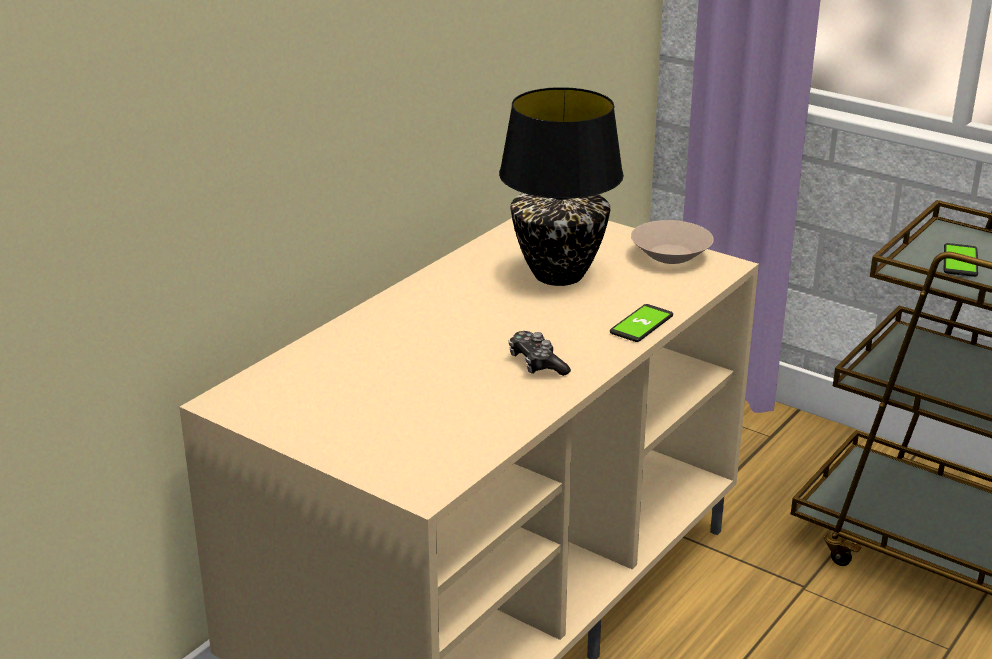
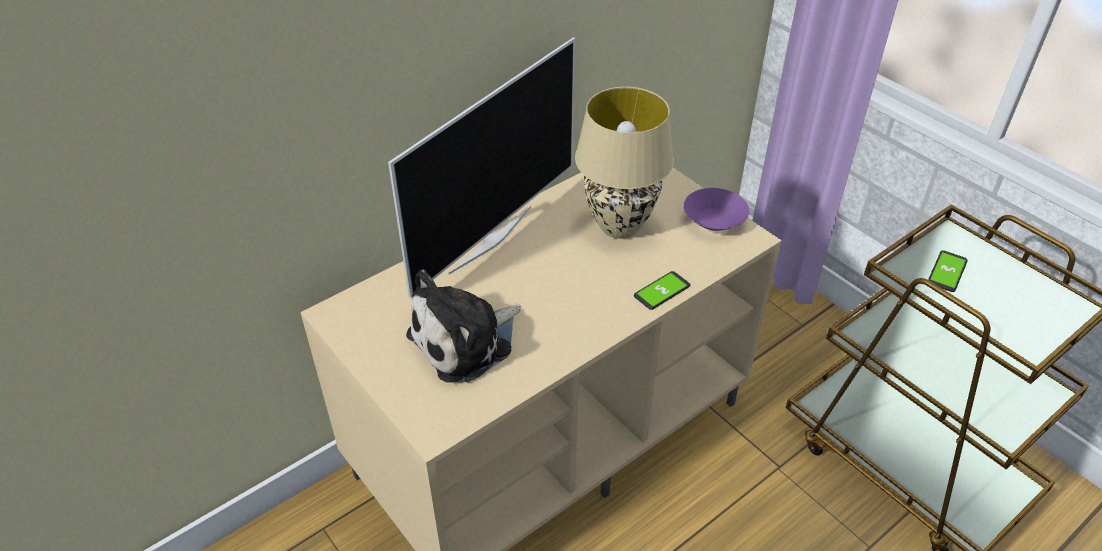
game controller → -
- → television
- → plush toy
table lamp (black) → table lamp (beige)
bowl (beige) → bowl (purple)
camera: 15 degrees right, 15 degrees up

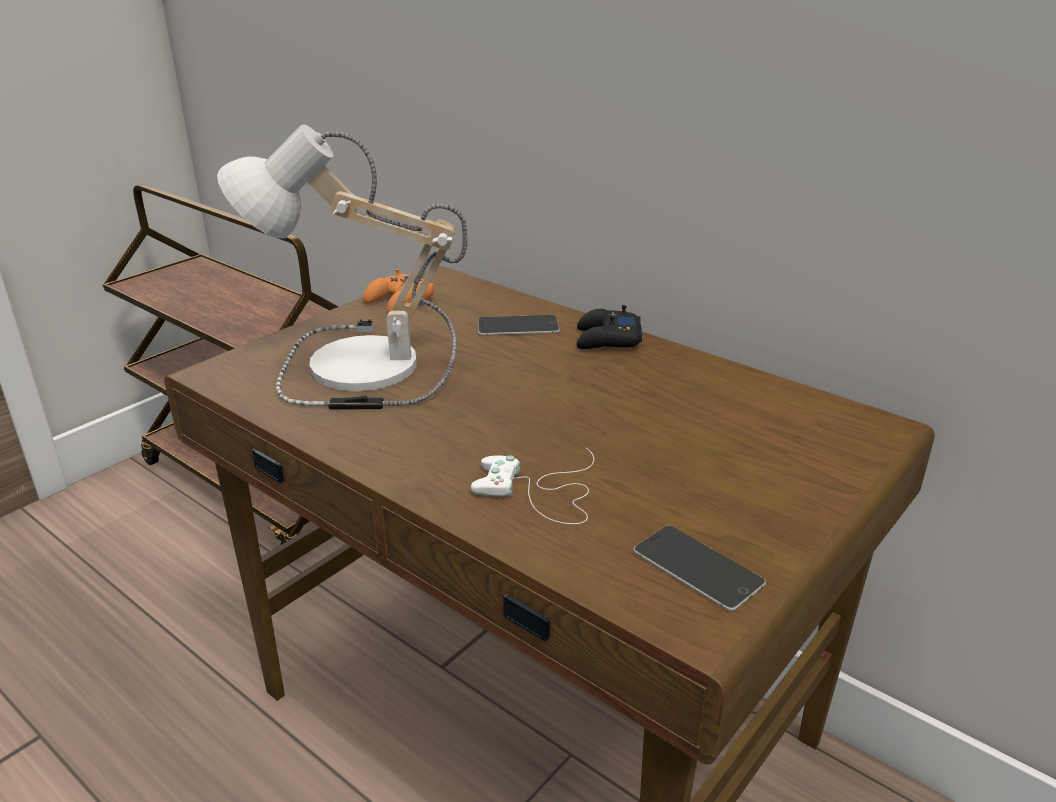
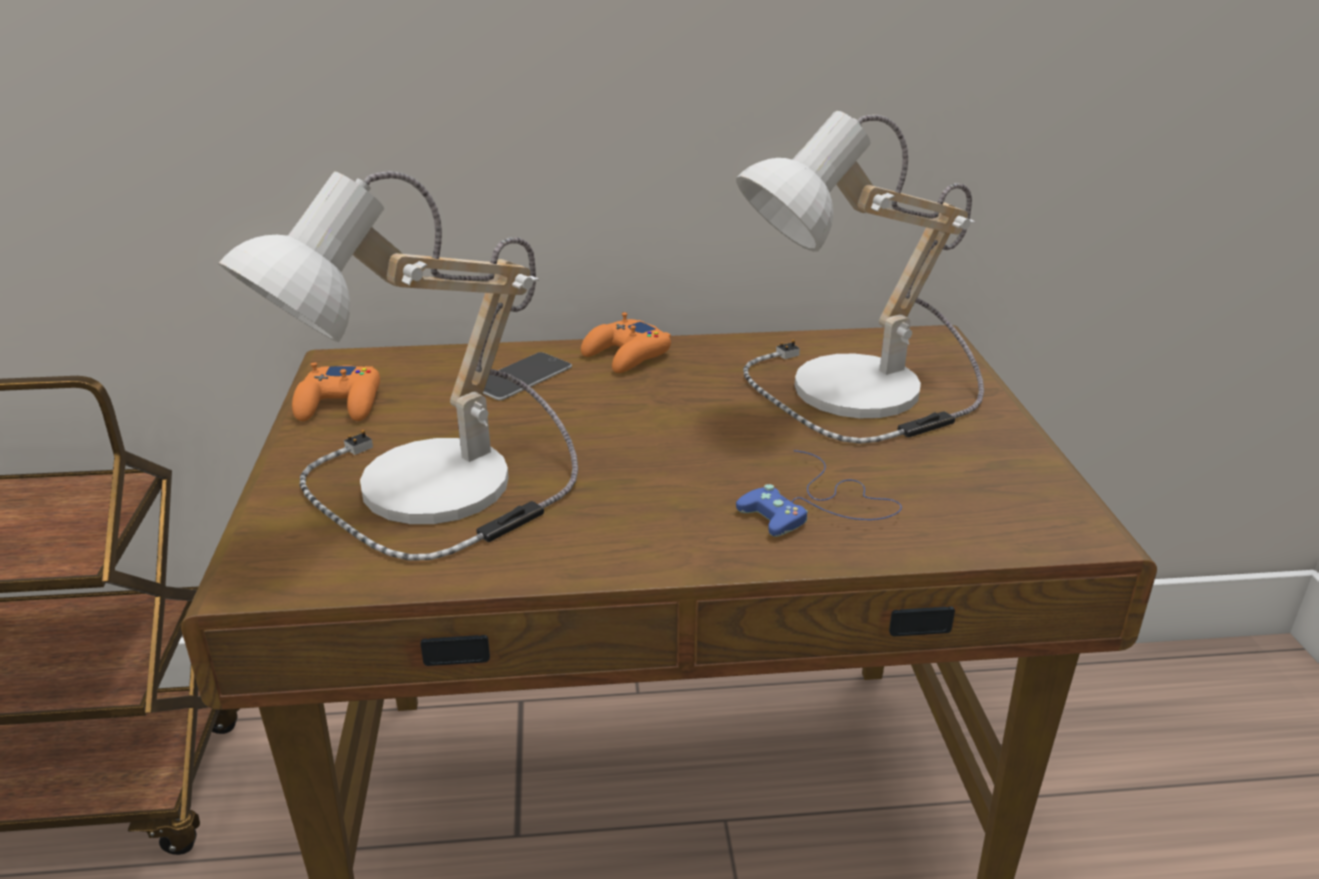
phone (no. 2 from left) → -
- → table lamp (no. 2 from left)
game controller (white) → game controller (blue)
game controller (black) → game controller (orange) (no. 2 from left)
camera: 45 degrees left, 0 degrees up

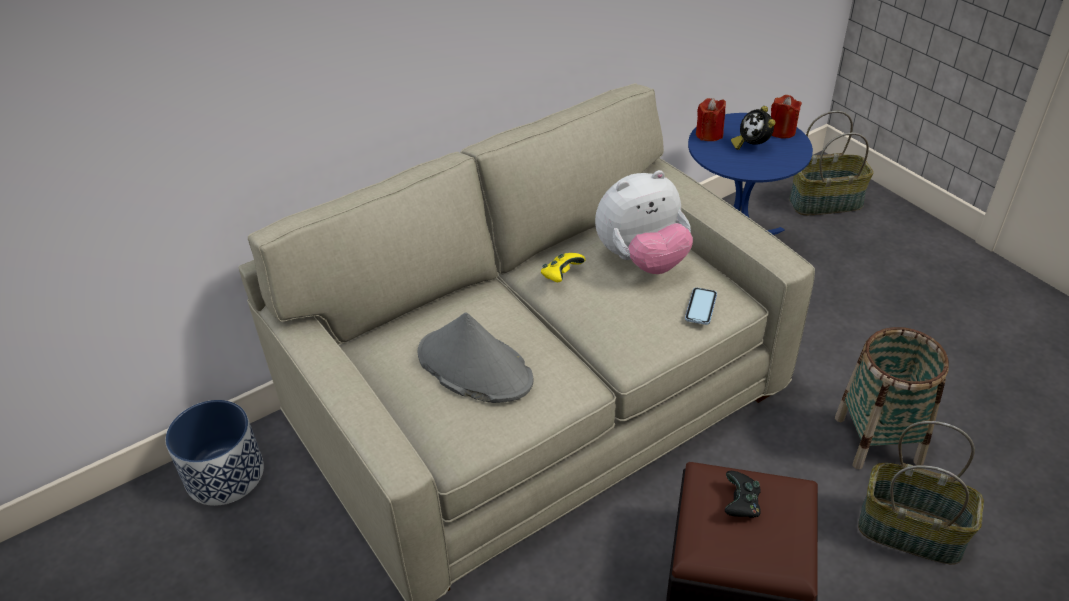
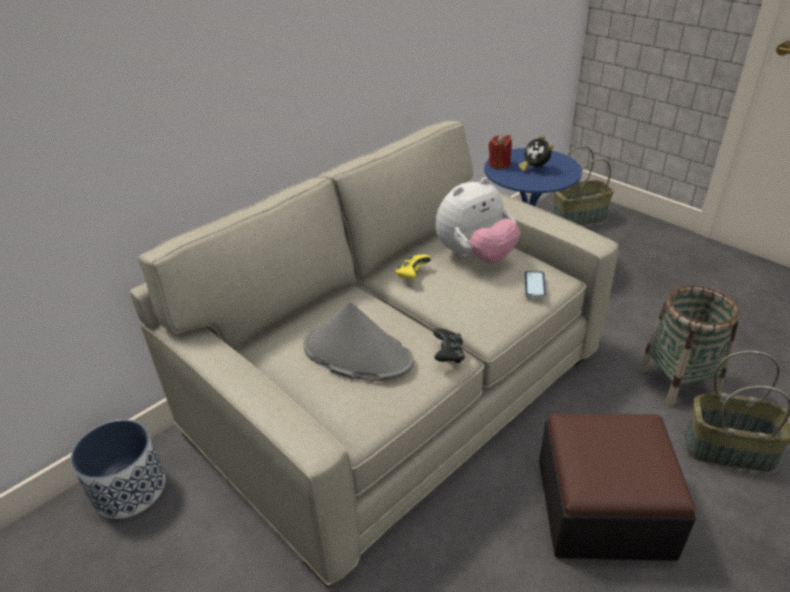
candle (red) (no. 2 from left) → -
game controller (black), relocated
camera: 10 degrees left, 5 degrees down

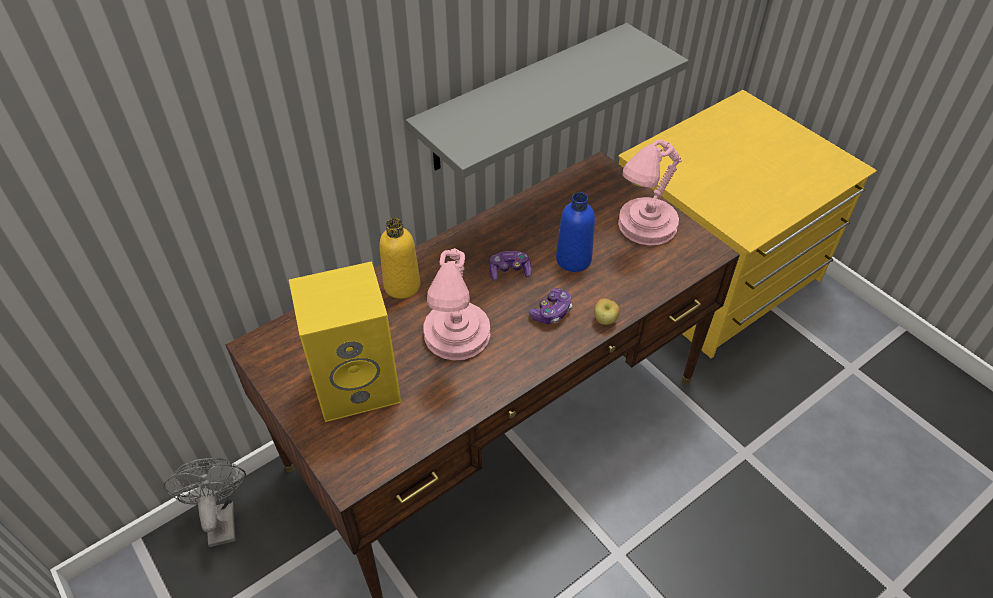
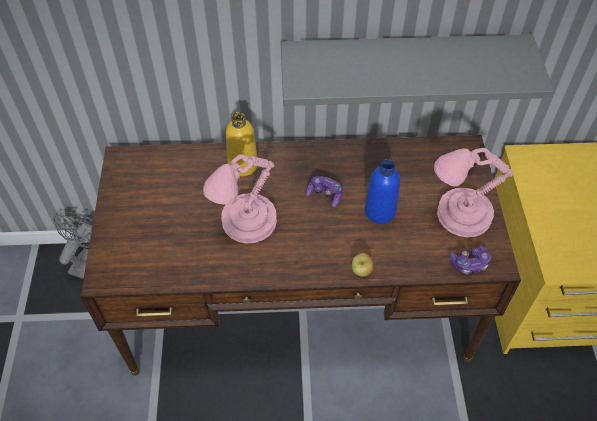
speaker (yellow) → -
game controller (no. 2 from left), relocated
camera: 35 degrees right, 5 degrees up

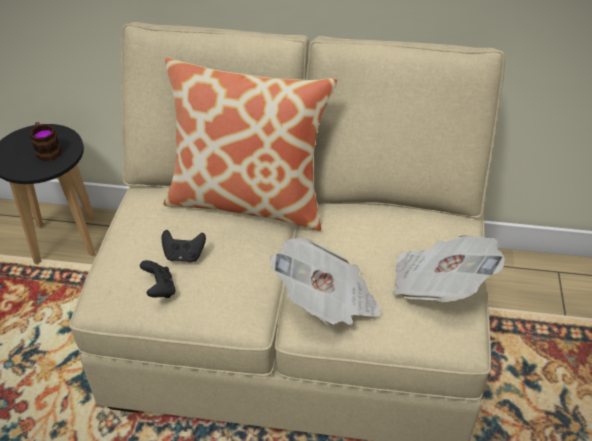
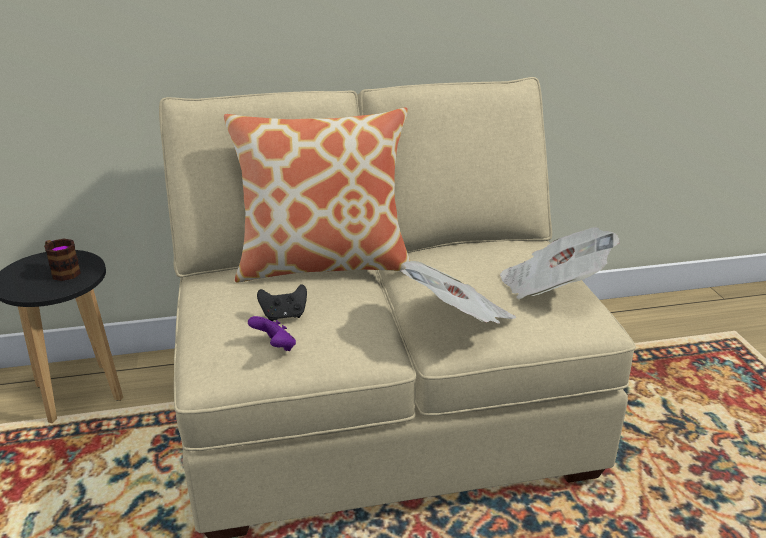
game controller (black) (no. 1 from left) → game controller (purple)
camera: 20 degrees left, 15 degrees down

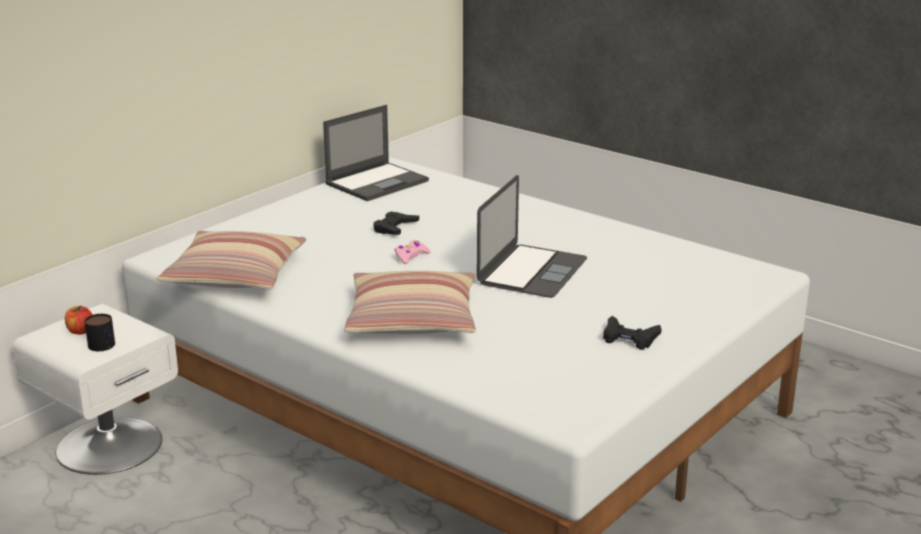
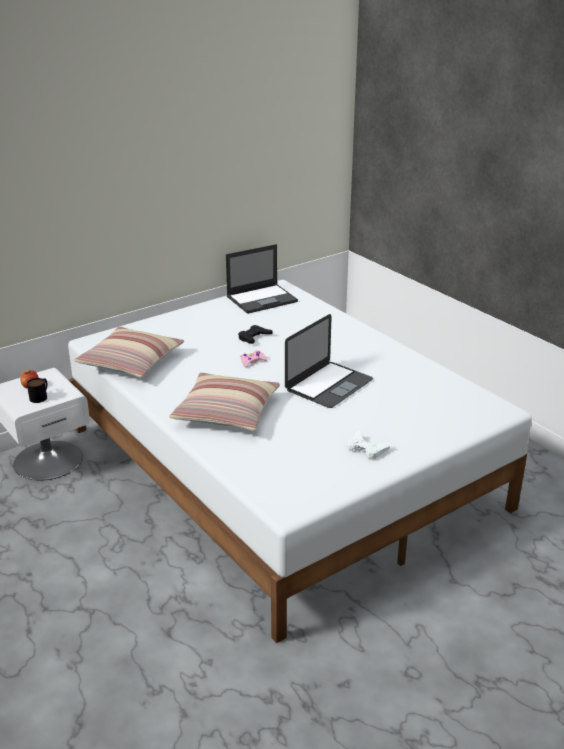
game controller (black) (no. 2 from left) → game controller (white)
camera: 15 degrees right, 5 degrees up

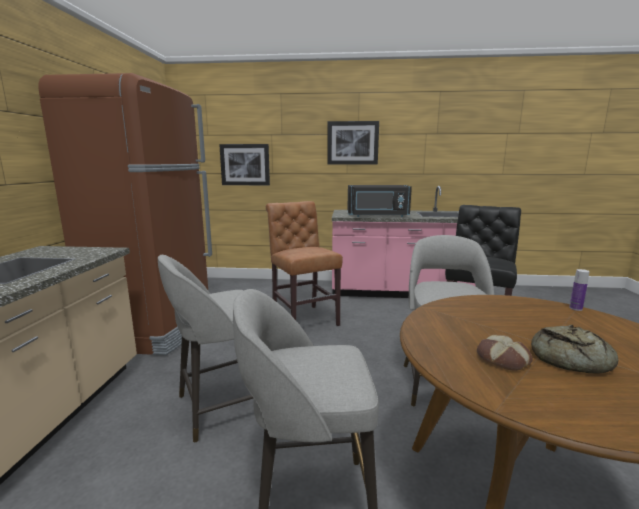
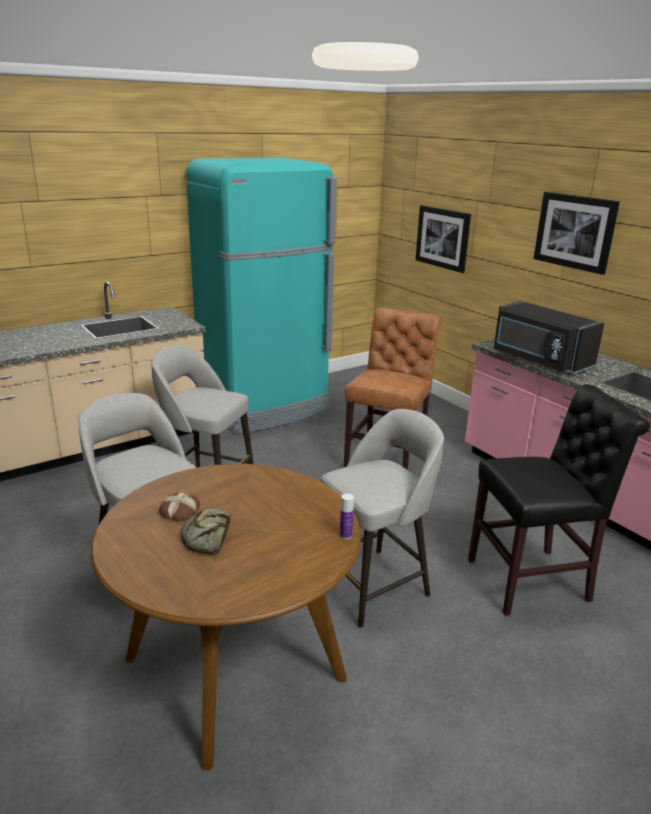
fridge (brown) → fridge (turquoise)
camera: 50 degrees right, 10 degrees up

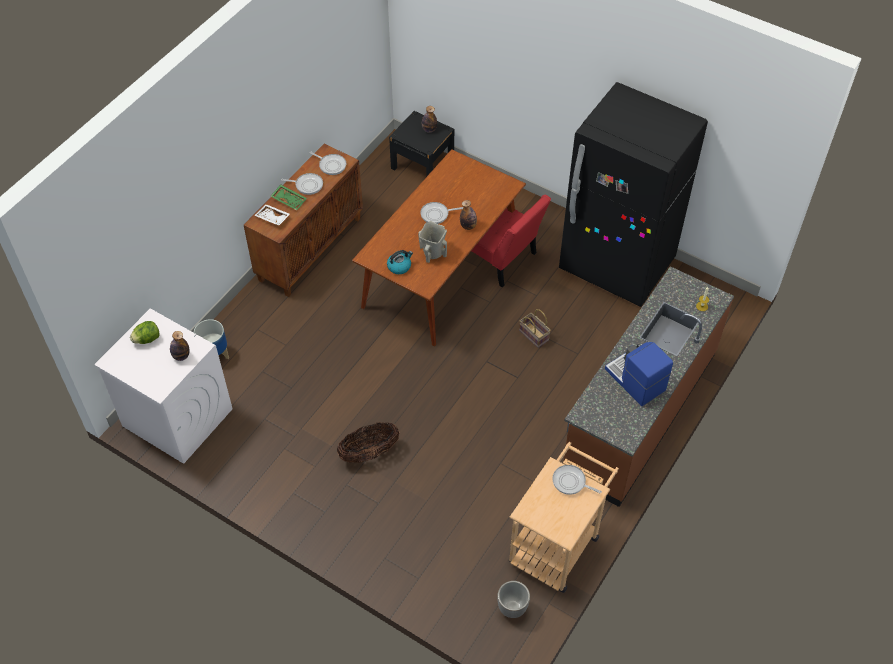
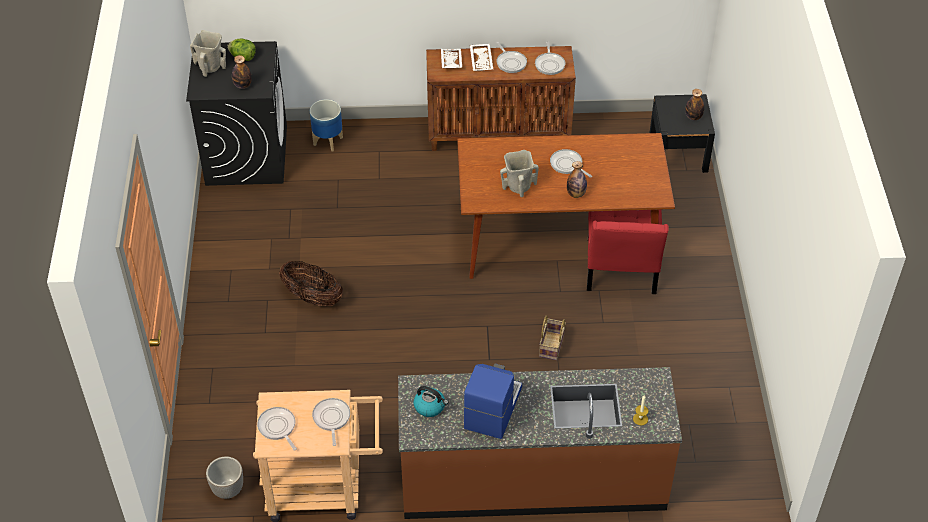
fridge (black) → -
- → vase (beige) (no. 1 from left)
- → frying pan (no. 1 from left)
kettle, relocated
washing machine (white) → washing machine (black)
tray (green) → tray (white) (no. 2 from left)
camera: 55 degrees right, 5 degrees down

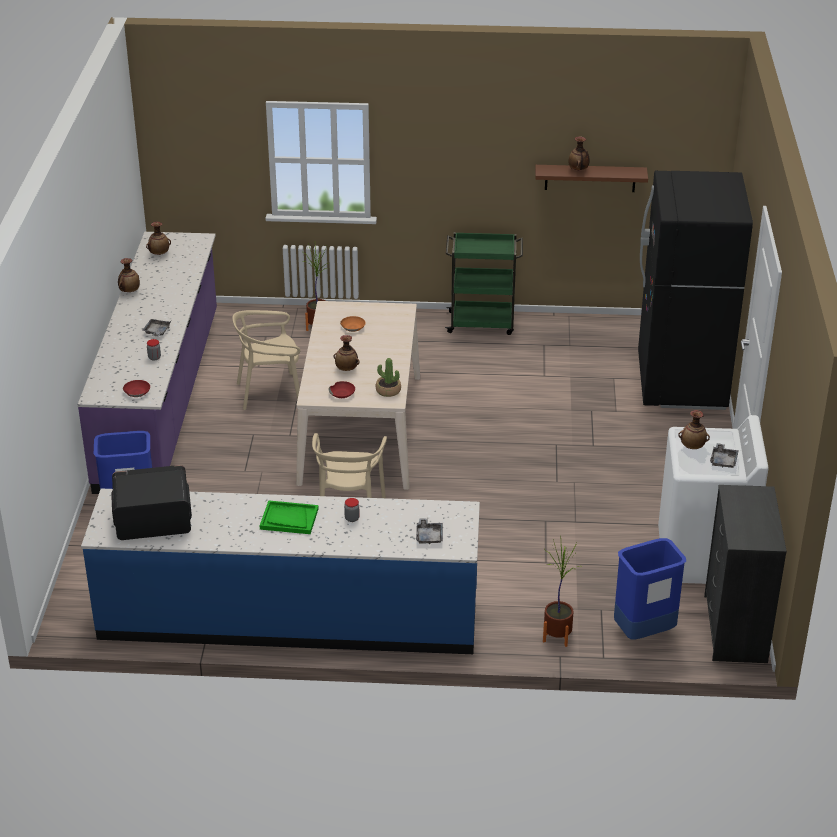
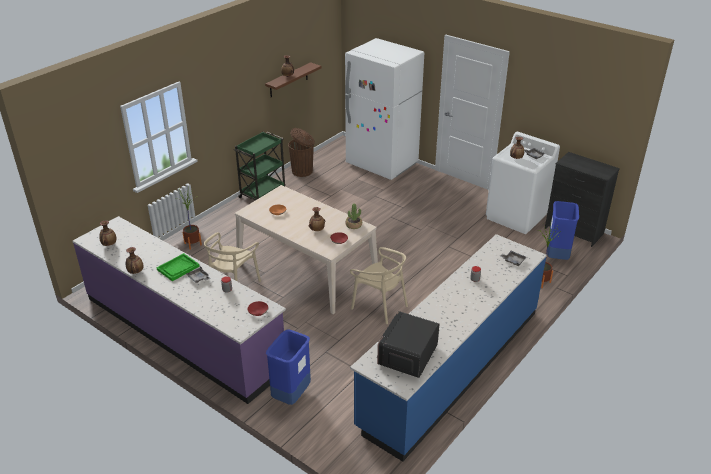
- → trash can (brown)
tray (green), relocated
fridge (black) → fridge (white)
camera: 55 degrees left, 0 degrees up

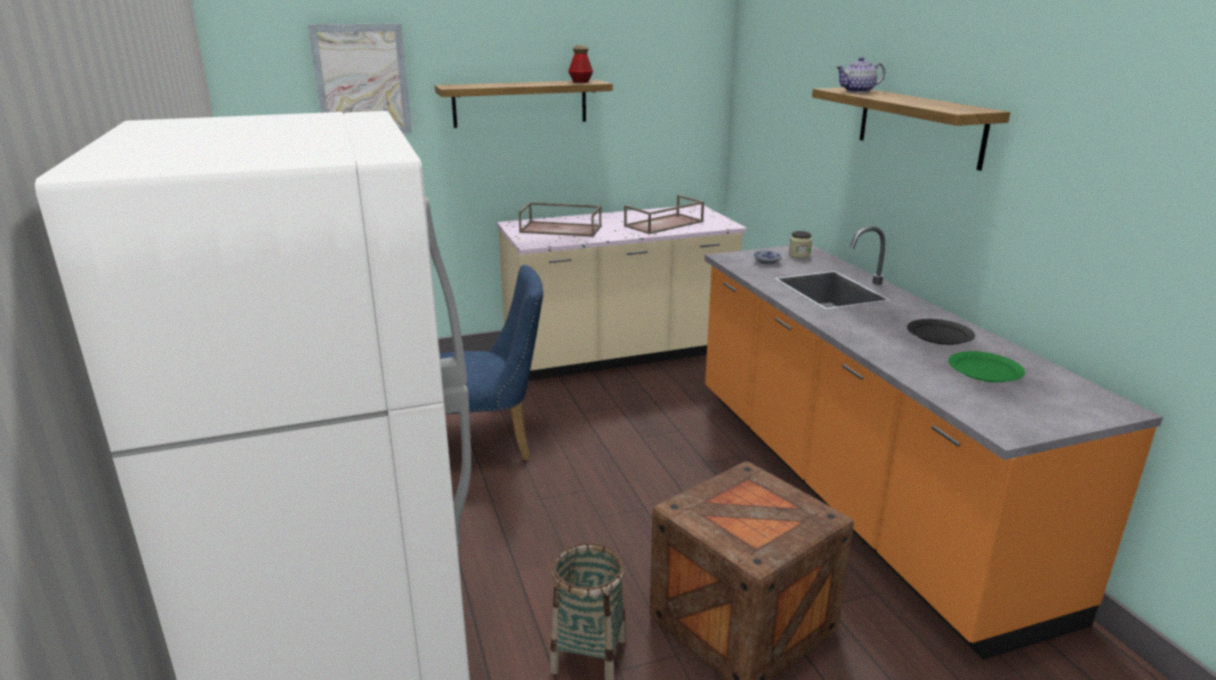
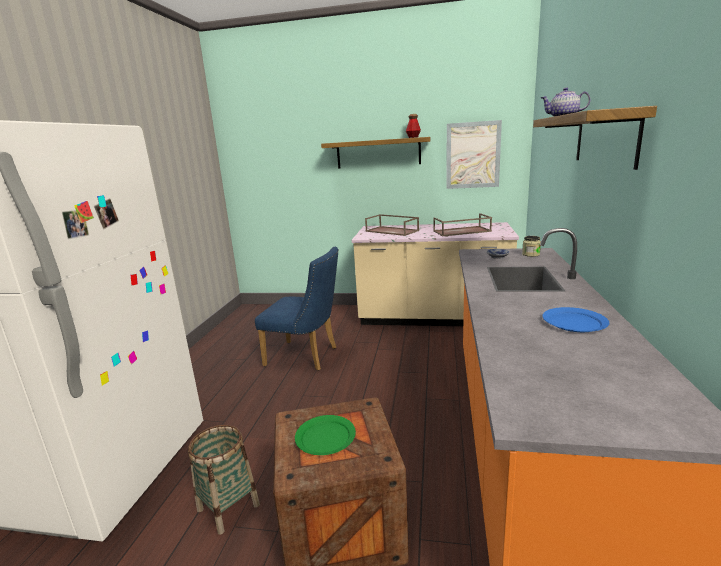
picture, relocated
plate (green), relocated
plate (black) → plate (blue)
camera: 30 degrees right, 5 degrees down

